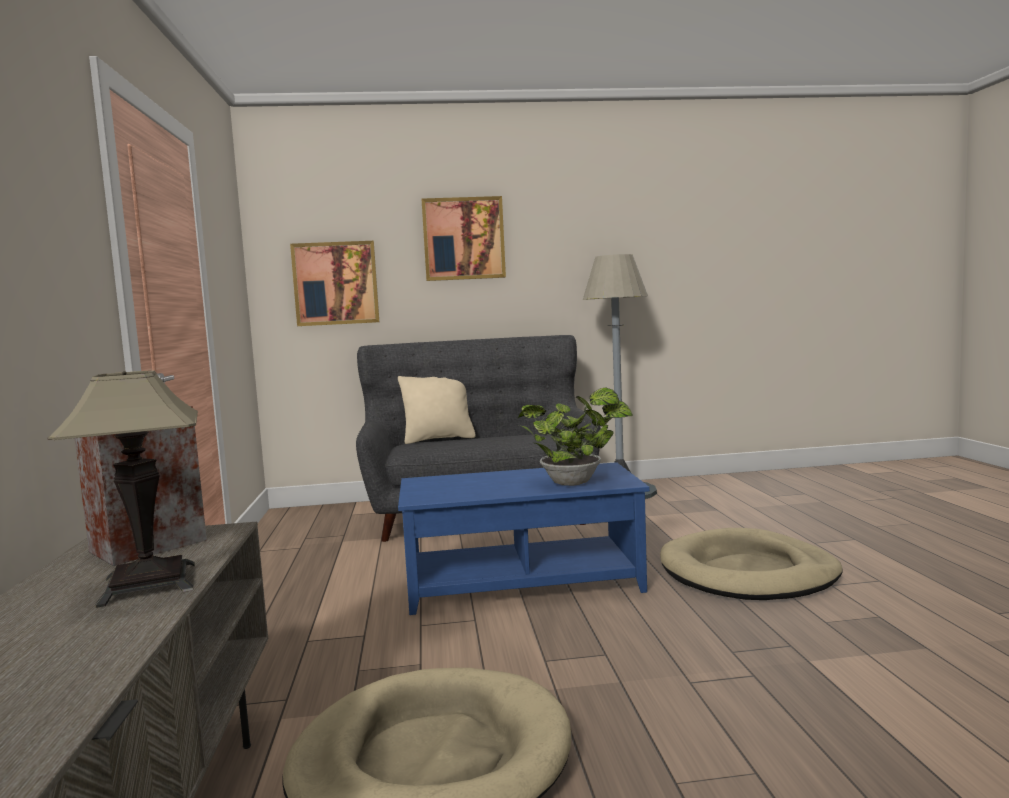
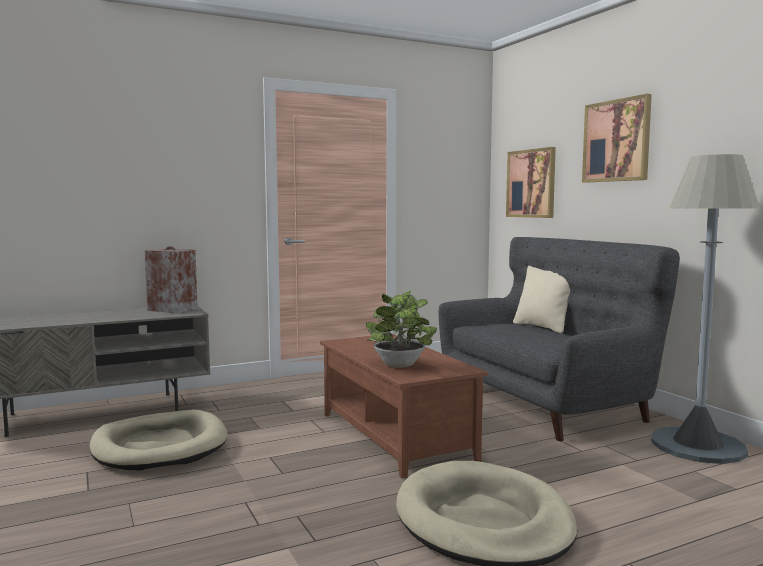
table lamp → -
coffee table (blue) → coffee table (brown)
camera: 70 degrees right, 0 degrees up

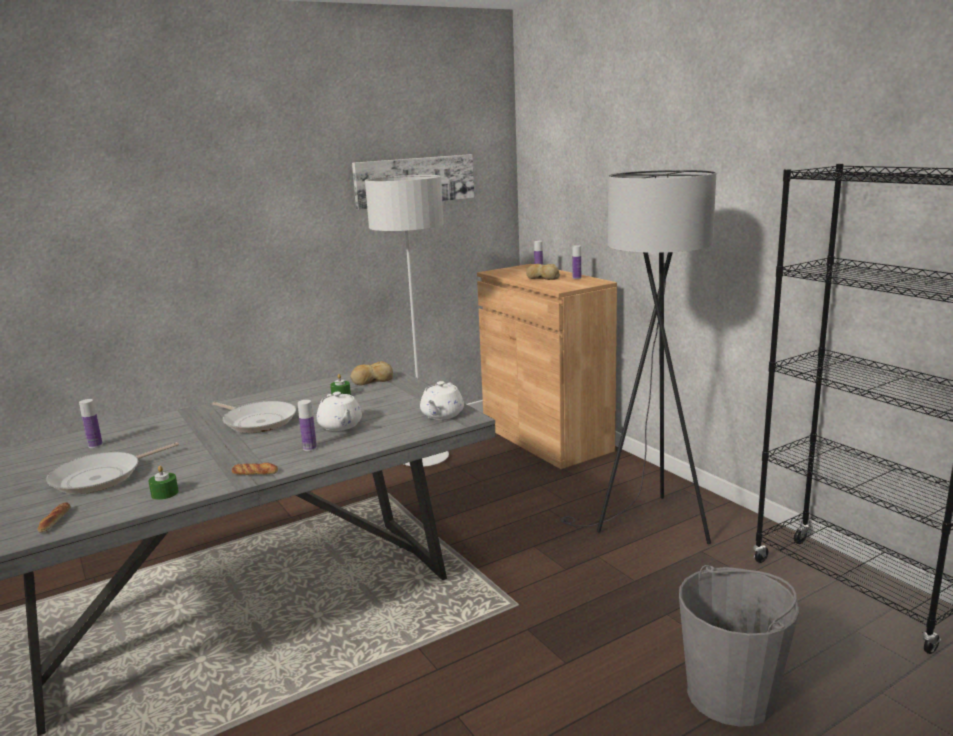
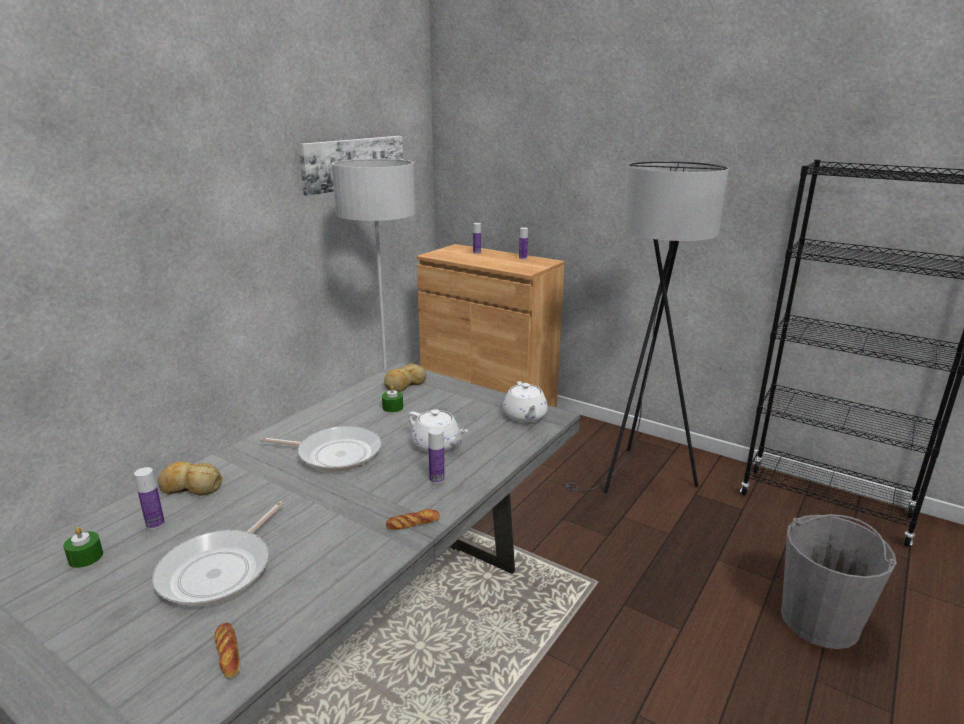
candle (green) (no. 1 from left), relocated
bread (no. 4 from left in the first image) → bread (no. 1 from left), relocated
camera: 25 degrees left, 5 degrees up

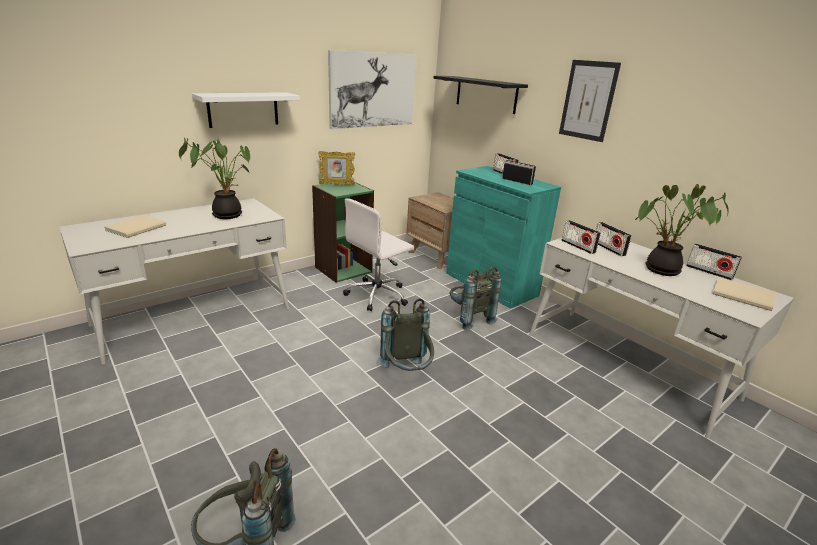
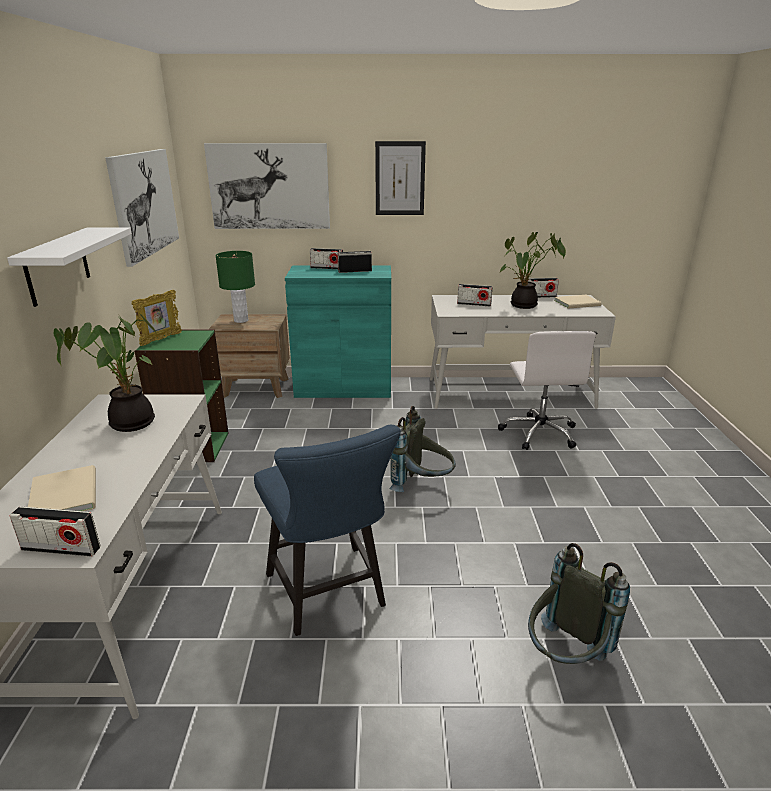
backpack (grey) (no. 3 from left) → -
- → table lamp (green)
- → chair (blue)
office chair (white), relocated
radio (no. 3 from left in the first image) → radio (no. 1 from left), relocated
shelf (black) → picture (no. 2 from left)
camera: 50 degrees left, 0 degrees up

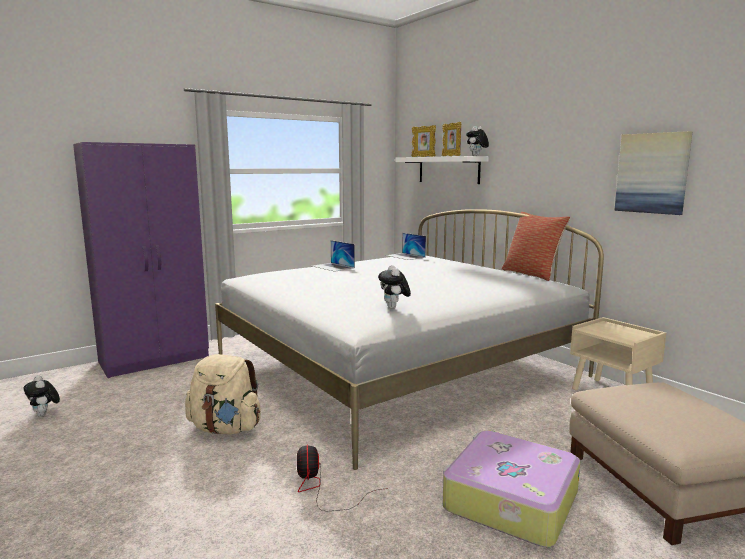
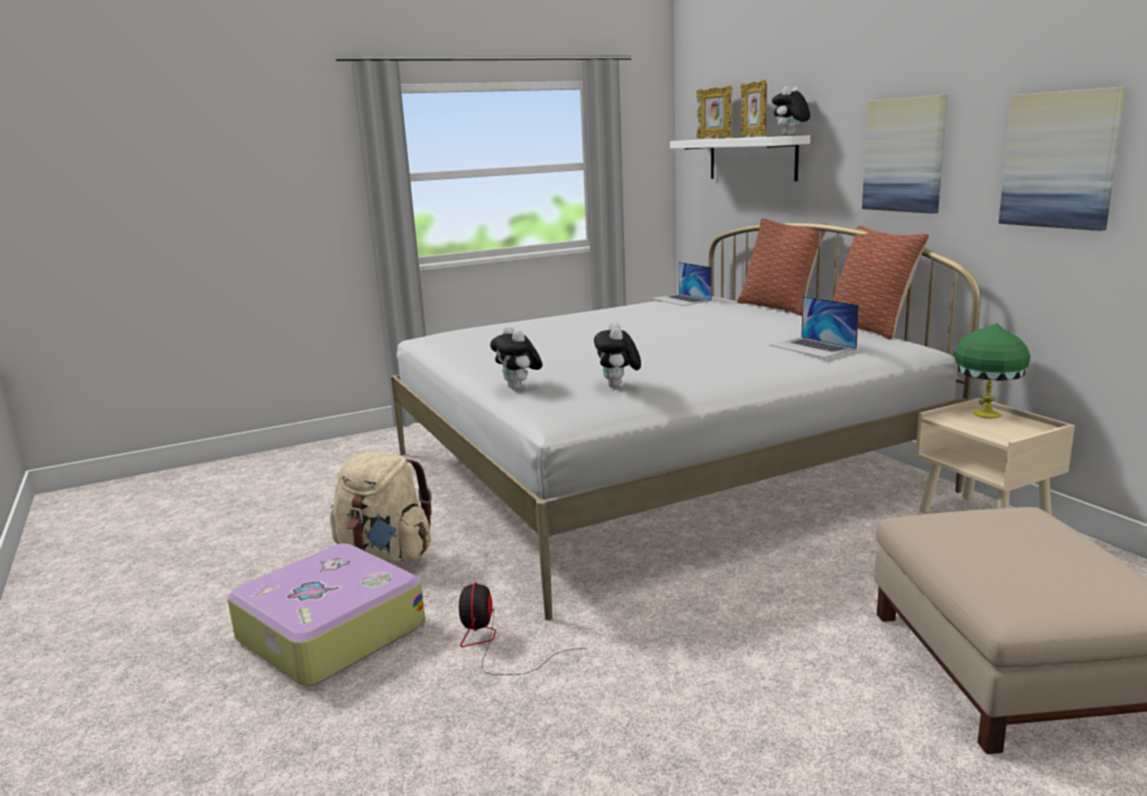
wardrobe (purple) → -
- → pillow (no. 1 from left)
- → picture (no. 1 from left)
- → table lamp (green)
plush toy (no. 1 from left), relocated
laptop (no. 1 from left in the first image) → laptop (no. 2 from left), relocated
suitcase, relocated
camera: 10 degrees right, 5 degrees up

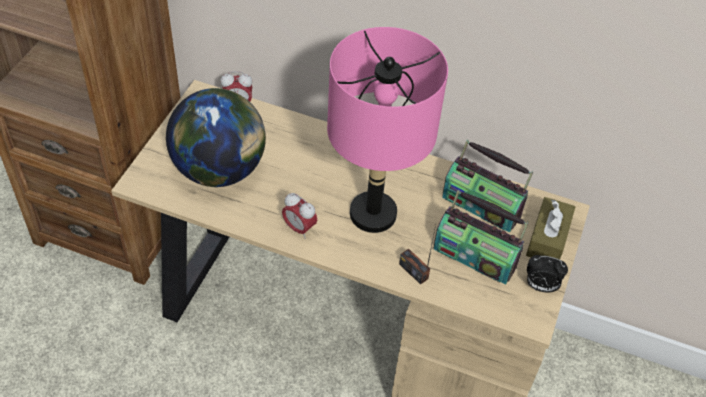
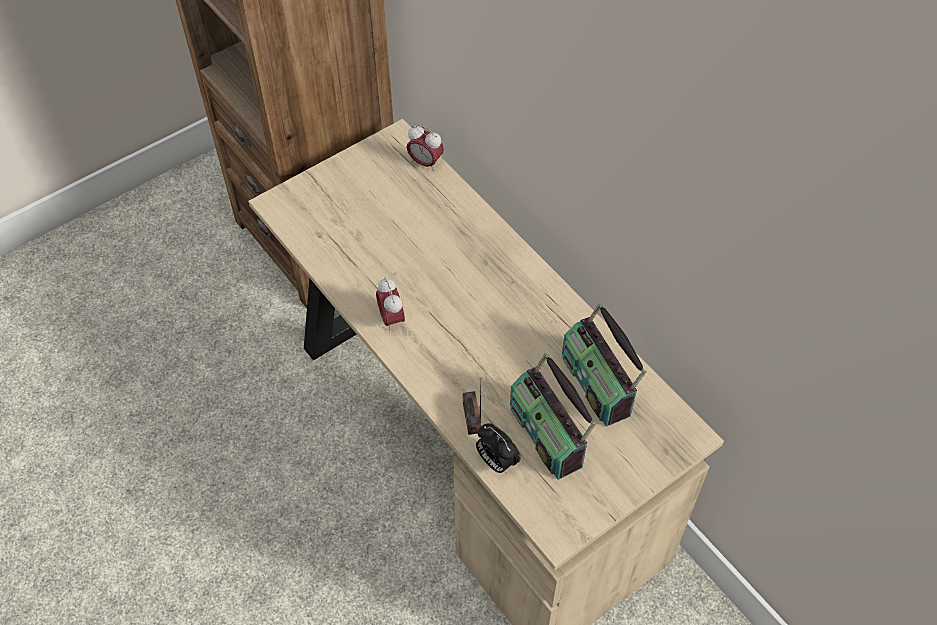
globe → -
table lamp (pink) → -
tissue box (brown) → -
alarm clock (no. 3 from left), relocated
camera: 35 degrees right, 5 degrees up

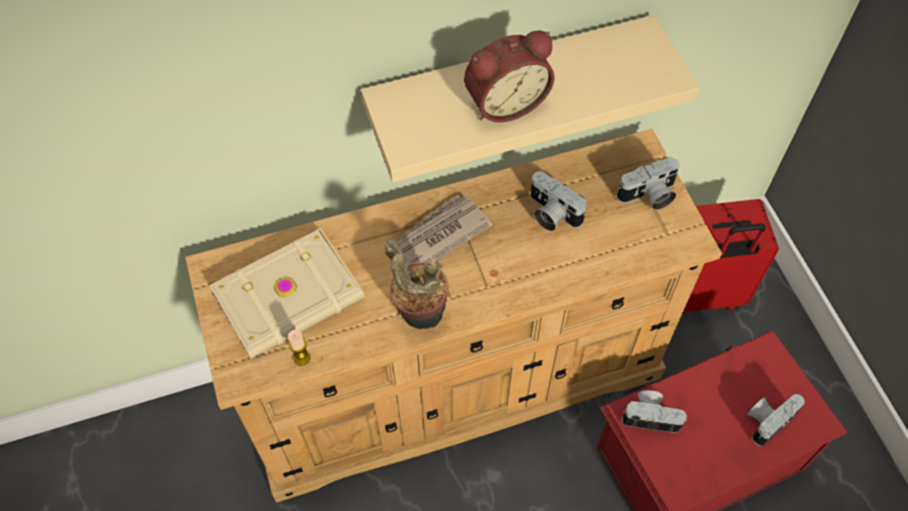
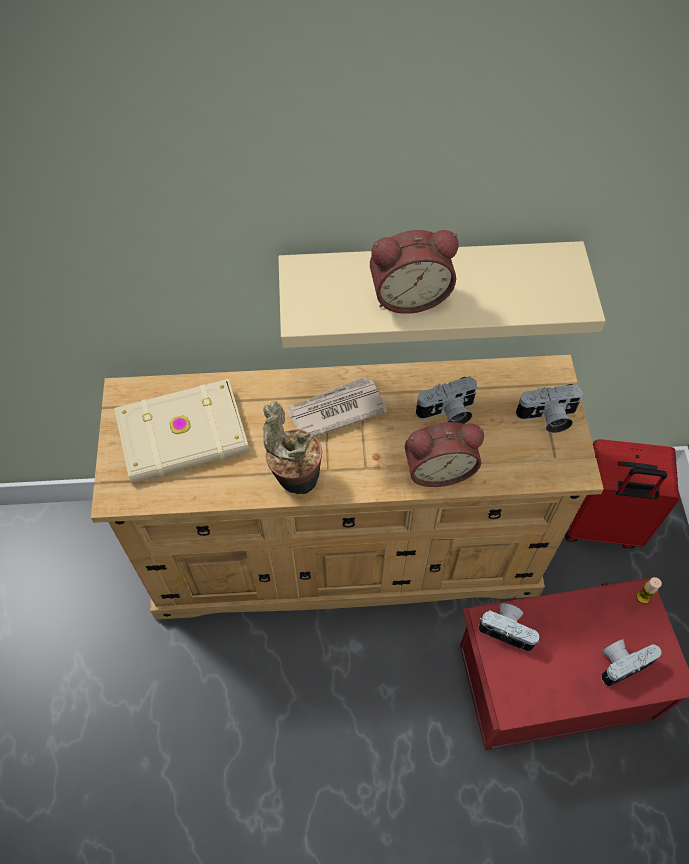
- → alarm clock (no. 2 from left)
candle, relocated
photo camera (no. 1 from left), 75 degrees counterclockwise
camera: 15 degrees right, 0 degrees up

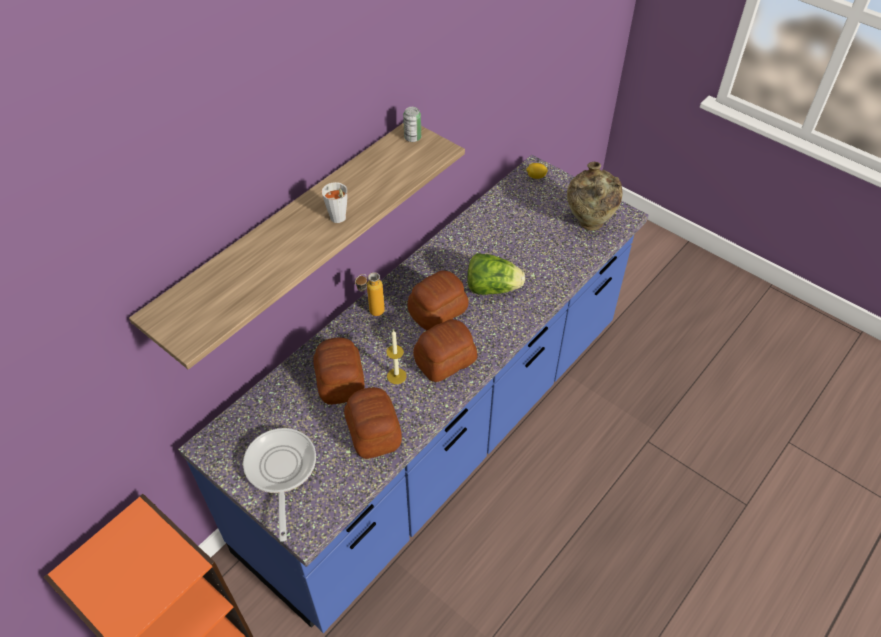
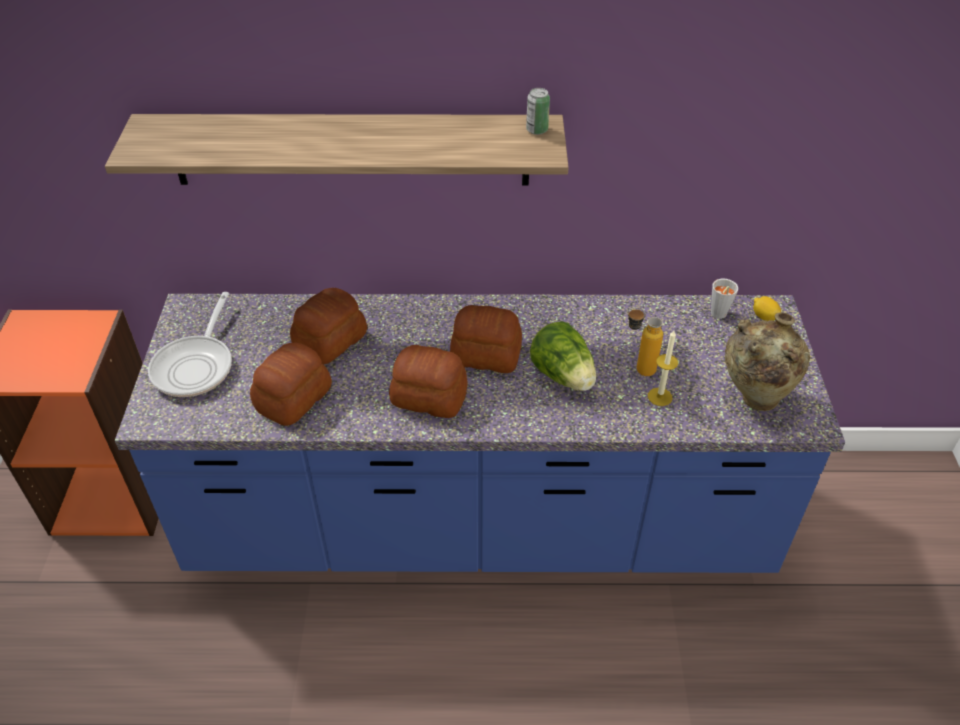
cup (grey), relocated
bottle, relocated
candle, relocated
frying pan, 150 degrees clockwise
camera: 50 degrees right, 5 degrees down

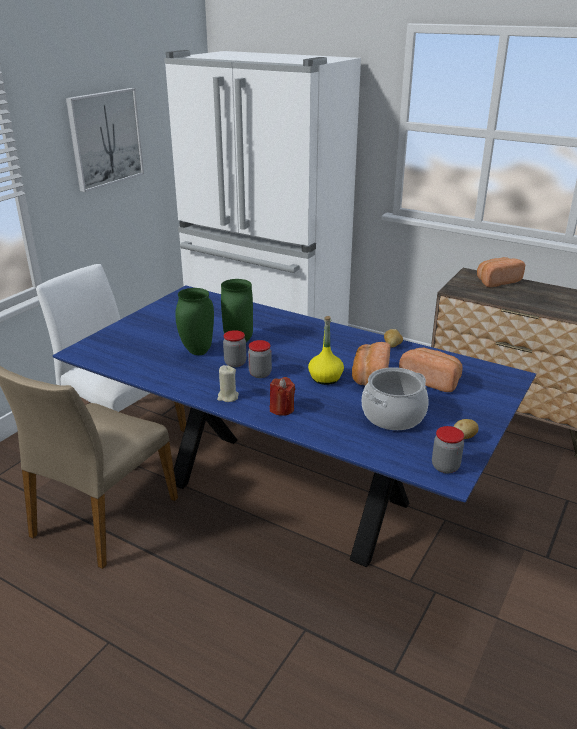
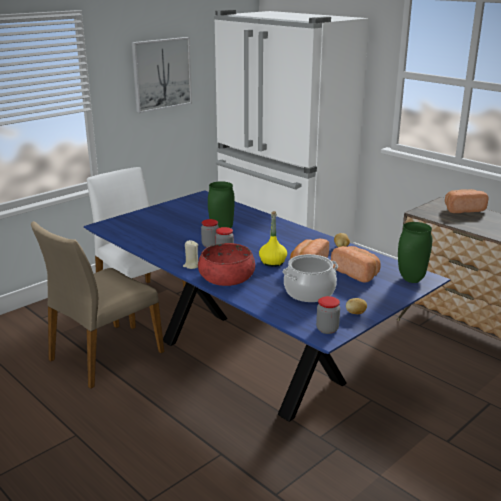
vase (green) (no. 1 from left in the first image) → vase (green) (no. 2 from left), relocated
candle (red) → bowl (red)
camera: 15 degrees right, 5 degrees down

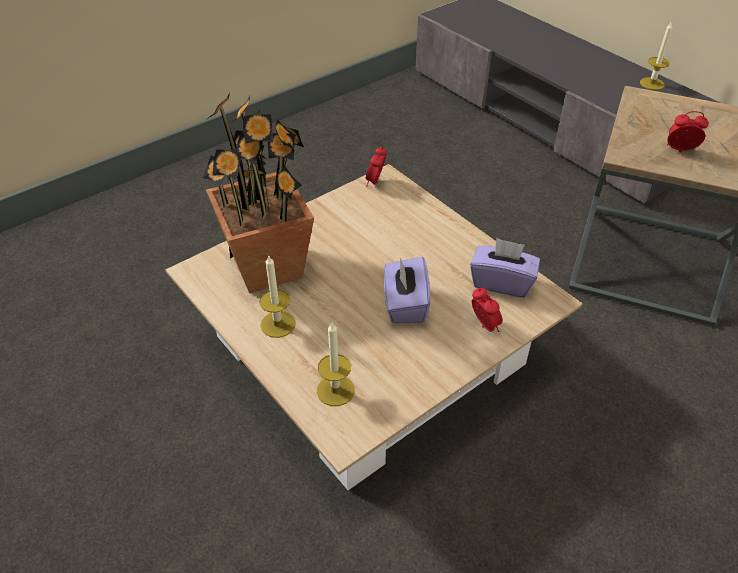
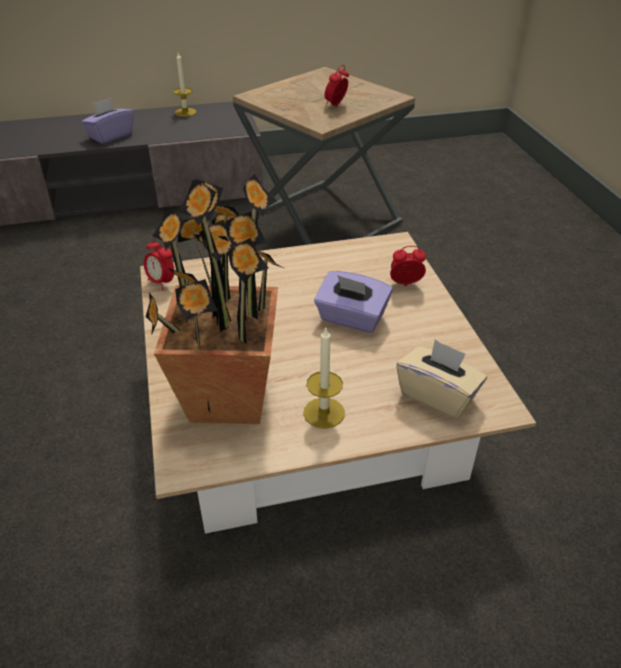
tissue box (purple) (no. 2 from left in the first image) → tissue box (purple) (no. 1 from left), relocated
candle (no. 2 from left) → tissue box (beige)
camera: 65 degrees left, 5 degrees down

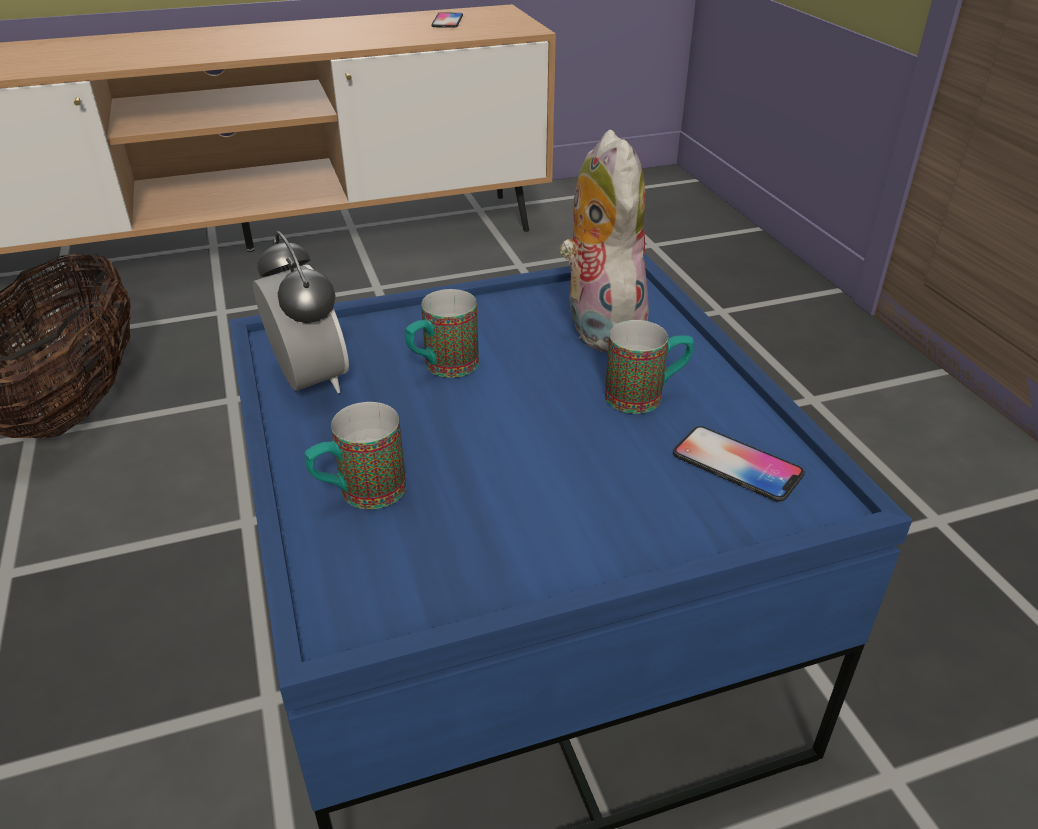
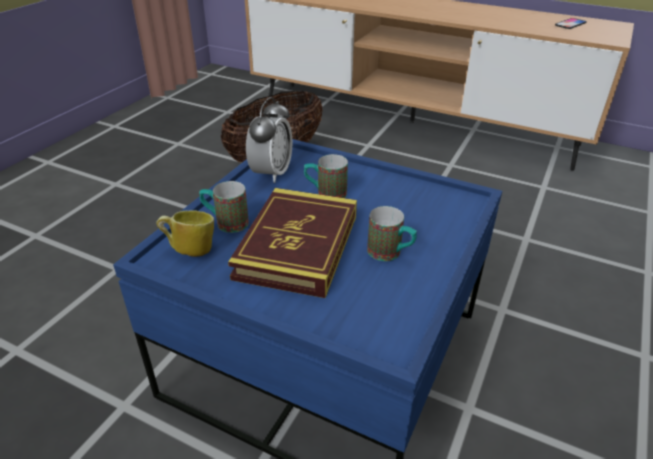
plush toy → -
phone (no. 2 from left) → -
- → mug (no. 1 from left)
- → book
camera: 45 degrees right, 0 degrees up

